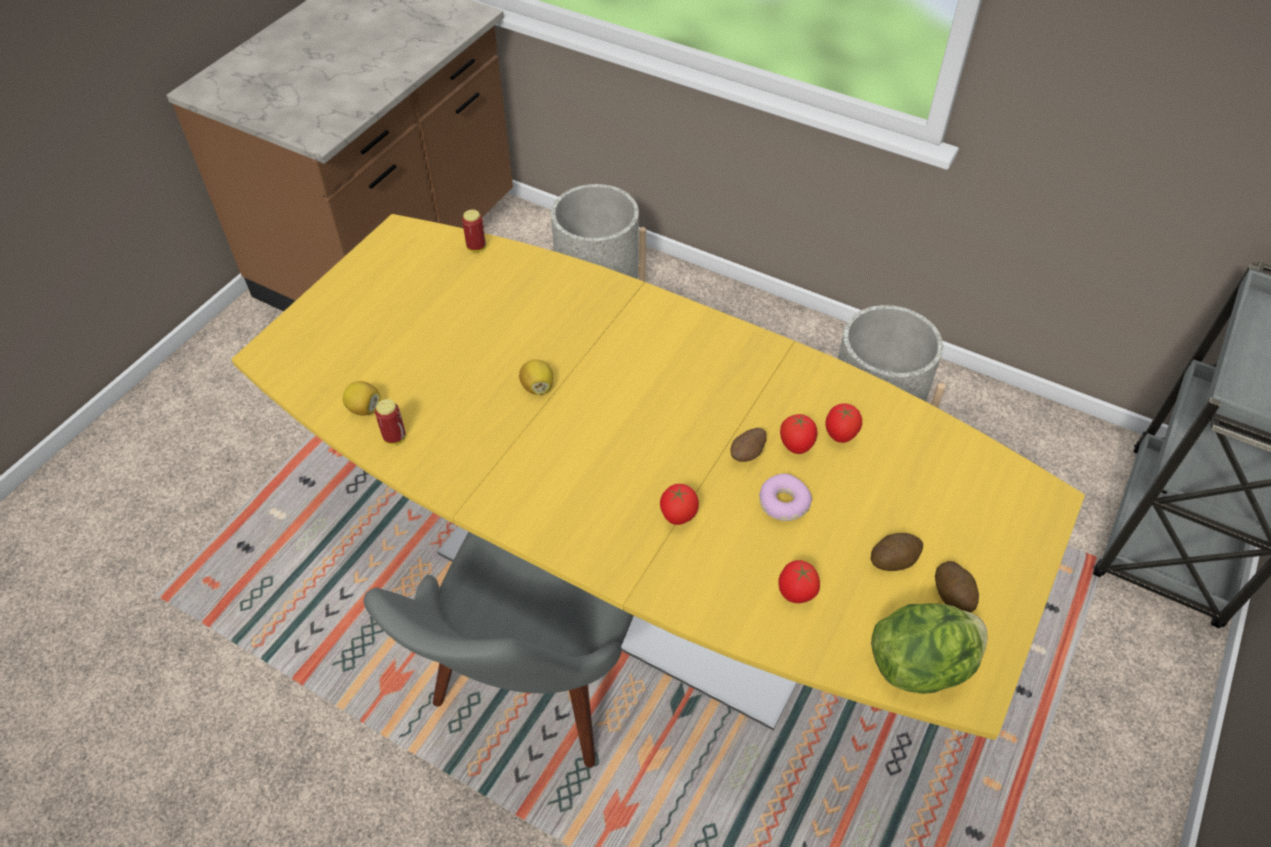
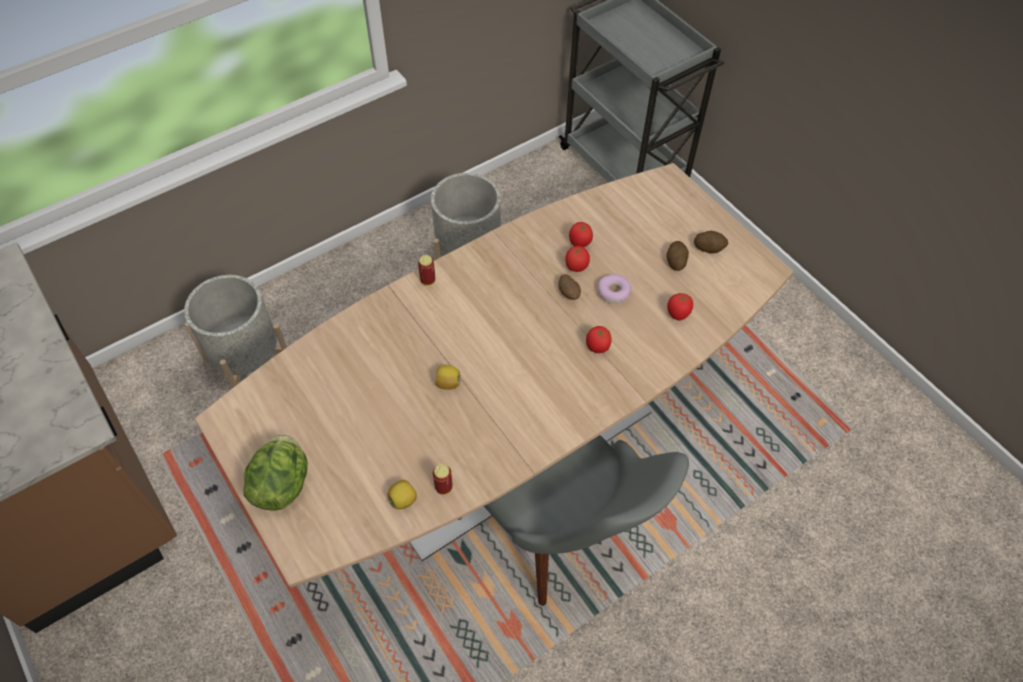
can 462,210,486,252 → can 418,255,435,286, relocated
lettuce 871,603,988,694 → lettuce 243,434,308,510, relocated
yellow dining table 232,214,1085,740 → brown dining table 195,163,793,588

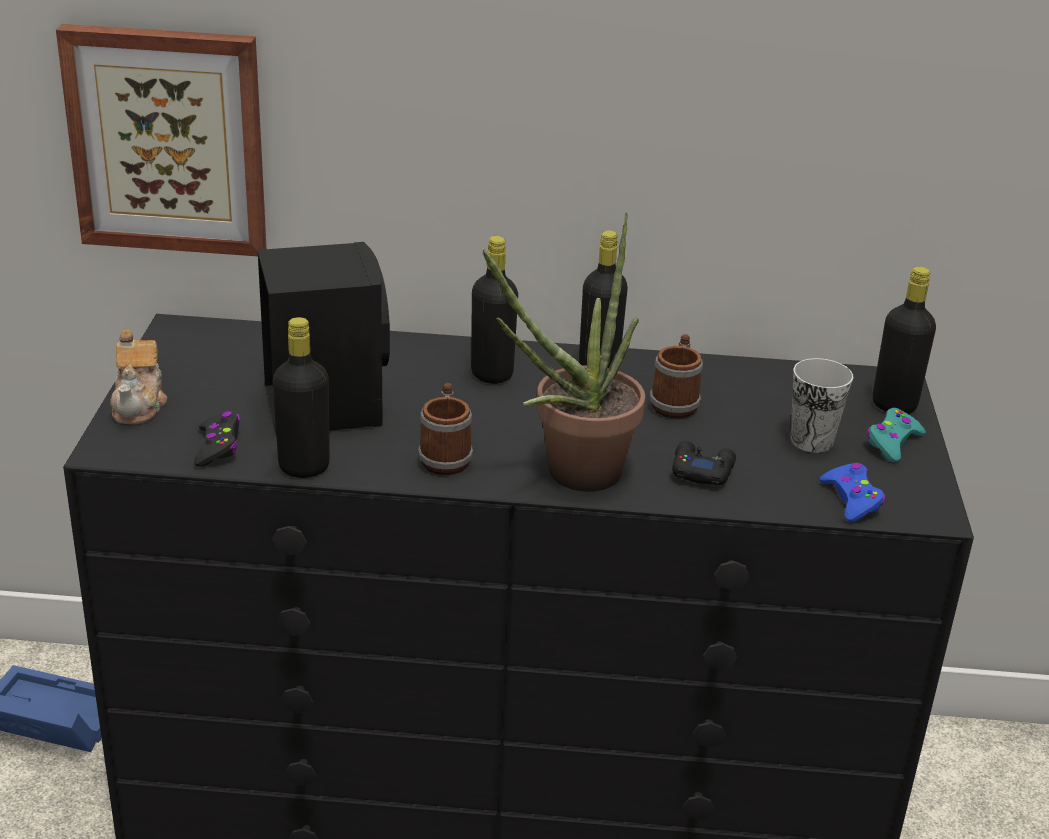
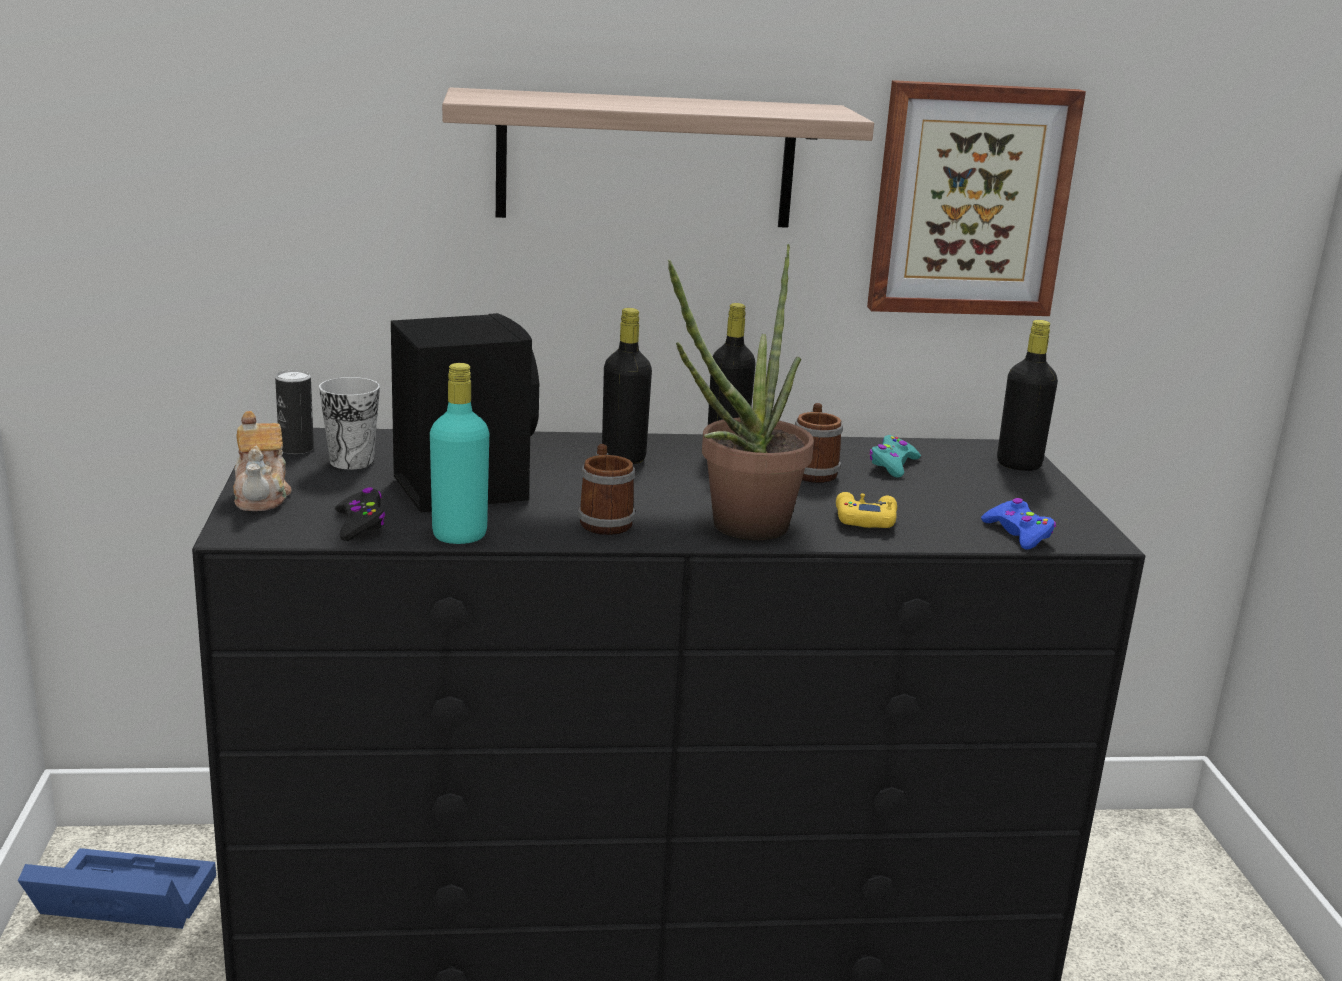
- → can 275,370,314,454
- → shelf 442,88,874,228
picture 56,24,267,256 → picture 867,80,1086,316, relocated
cup 791,358,853,453 → cup 319,377,380,469, relocated
turquoise game controller 867,408,926,462 → turquoise game controller 869,435,921,478, relocated
black bottle 273,317,330,478 → turquoise bottle 430,363,489,544
black game controller 672,441,736,485 → yellow game controller 836,492,897,528

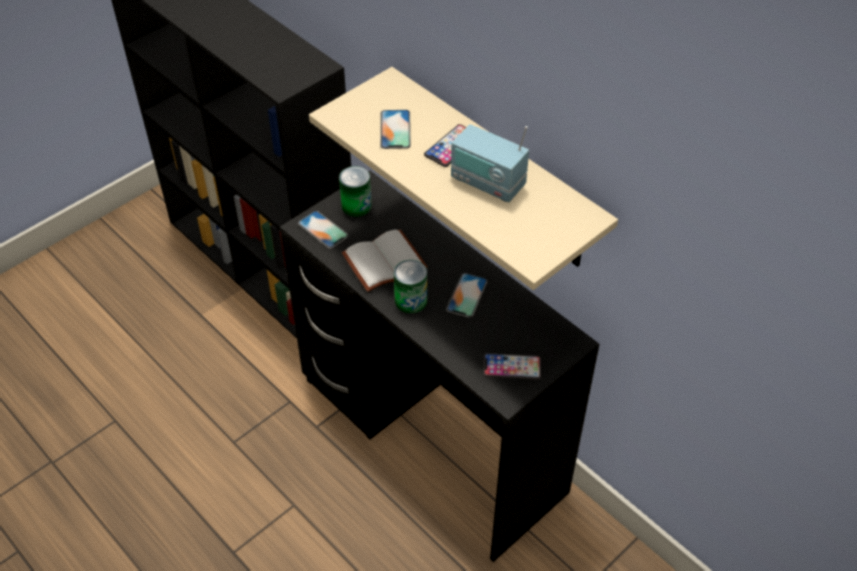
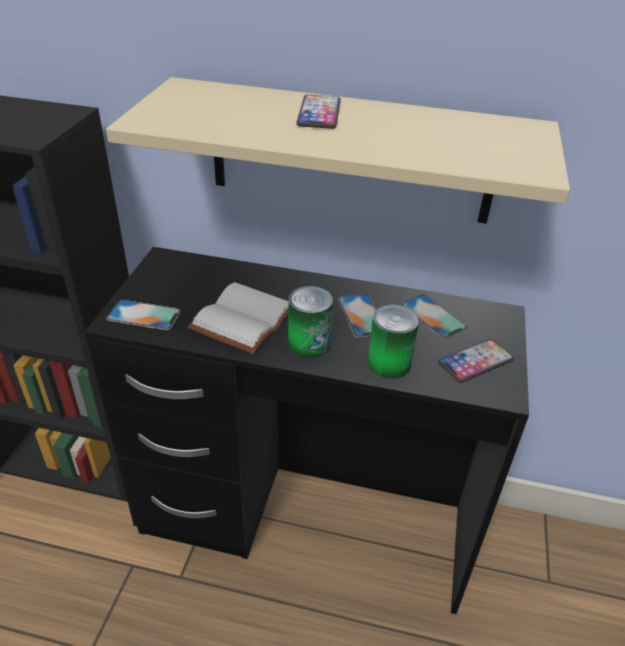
radio 451,124,529,202 → -
can 339,166,372,217 → can 368,304,419,379, relocated
phone 380,110,411,149 → phone 401,294,468,339, relocated

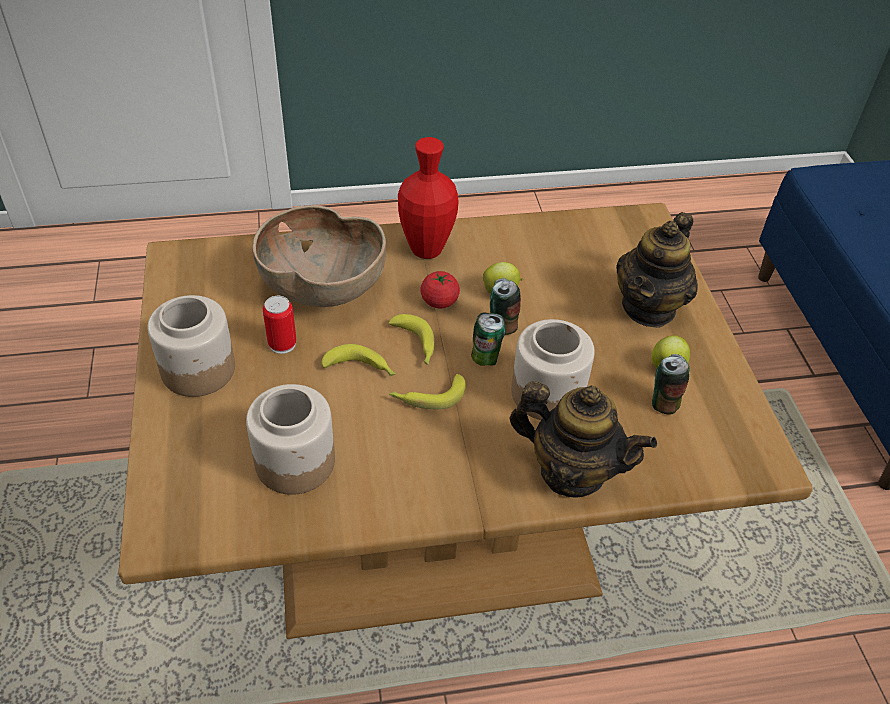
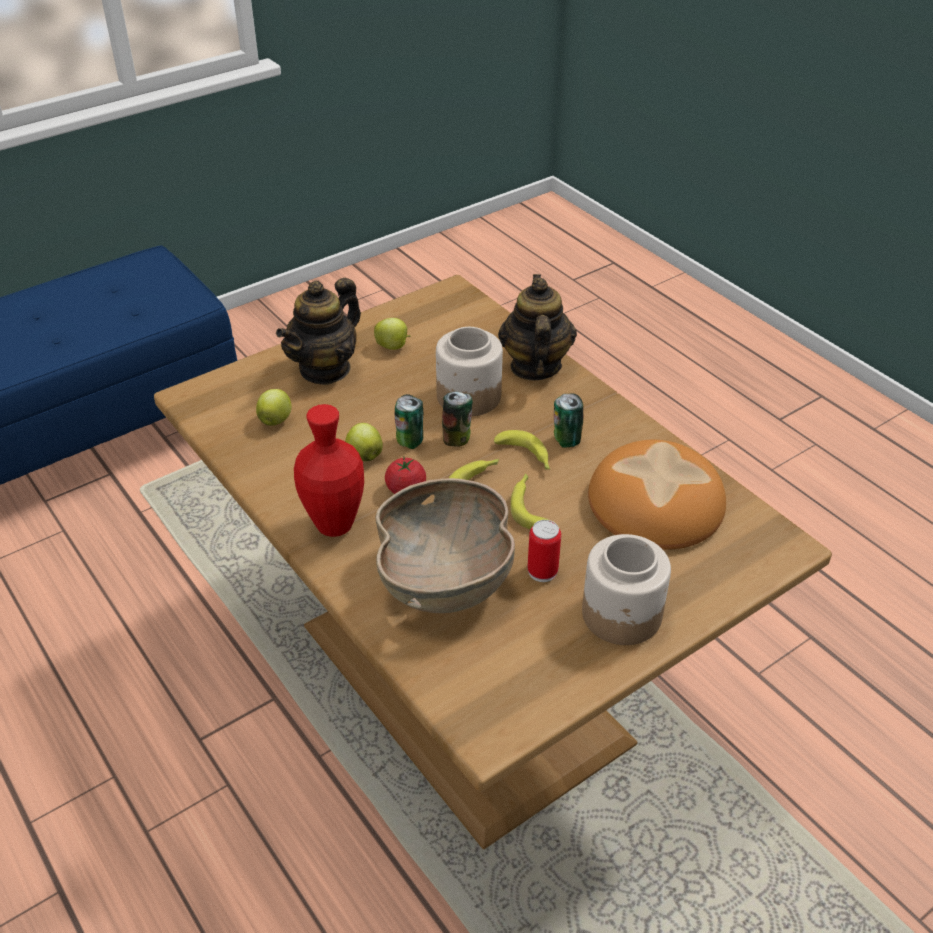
- → apple 256,389,292,426
can 652,354,690,415 → can 554,393,583,448, relocated
jar 246,384,335,495 → bread 588,440,726,550
teapot 616,212,698,328 → teapot 276,278,361,385, 120 degrees clockwise

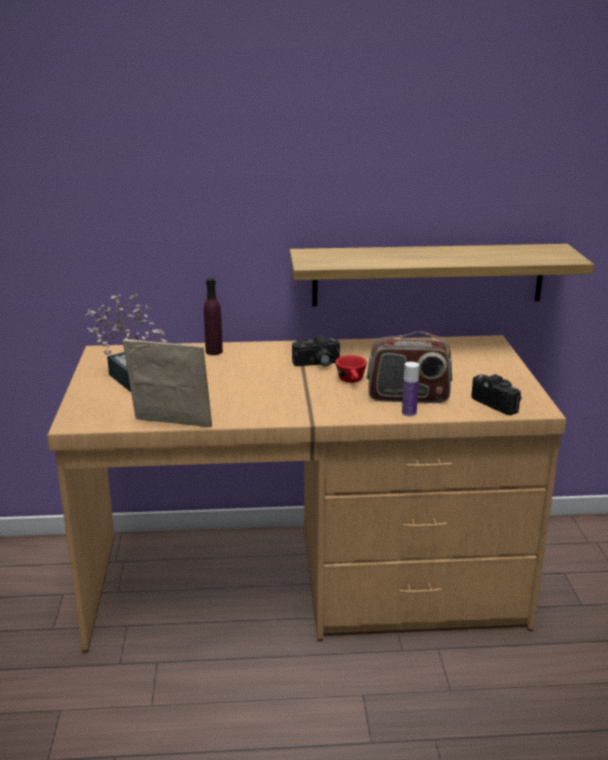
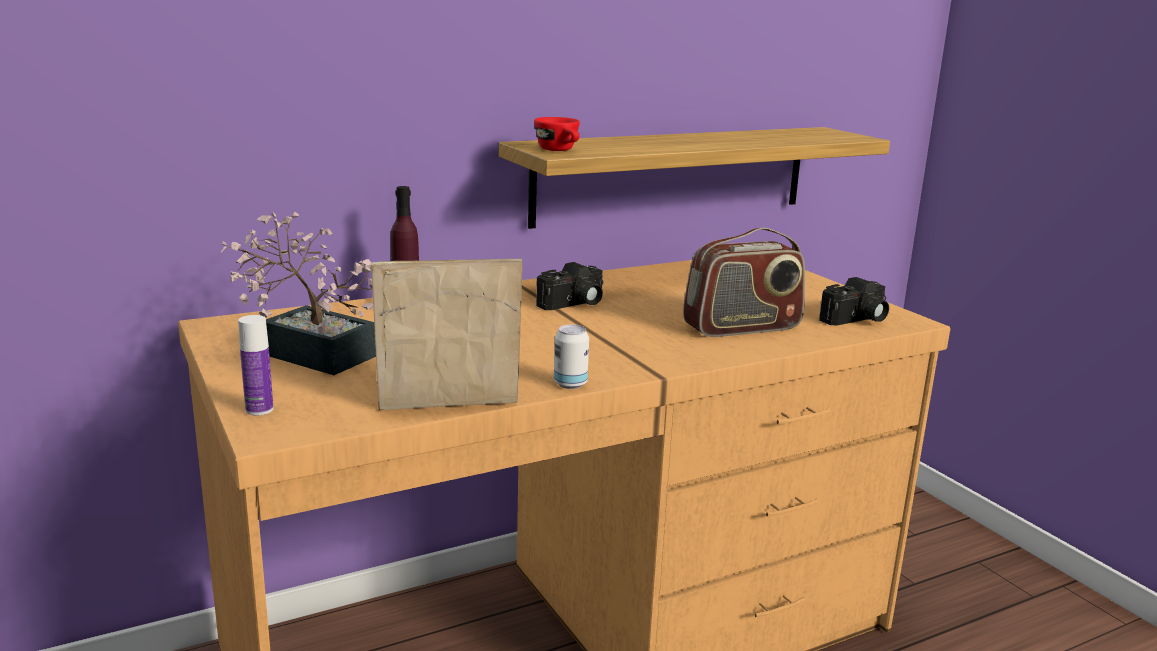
- → can 554,325,589,389
red cup 335,355,367,383 → red cup 534,117,580,151, relocated
bottle 402,362,419,416 → bottle 238,315,273,416, relocated
photo camera 471,374,522,415 → photo camera 819,277,889,325, 120 degrees clockwise

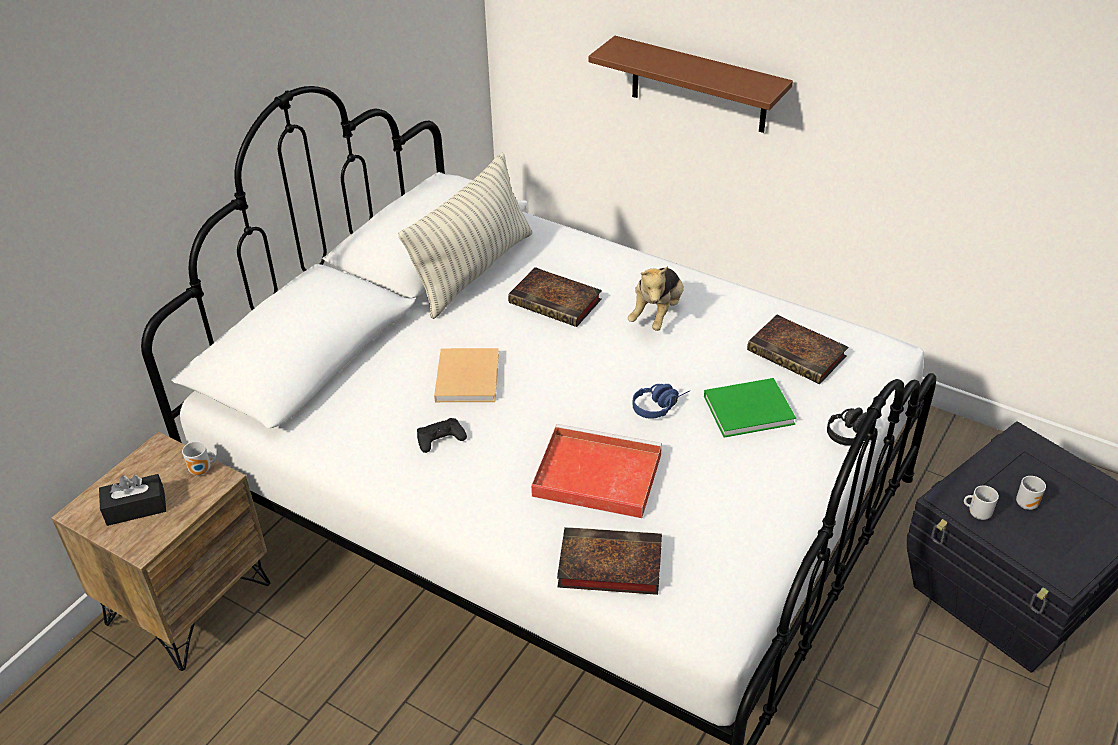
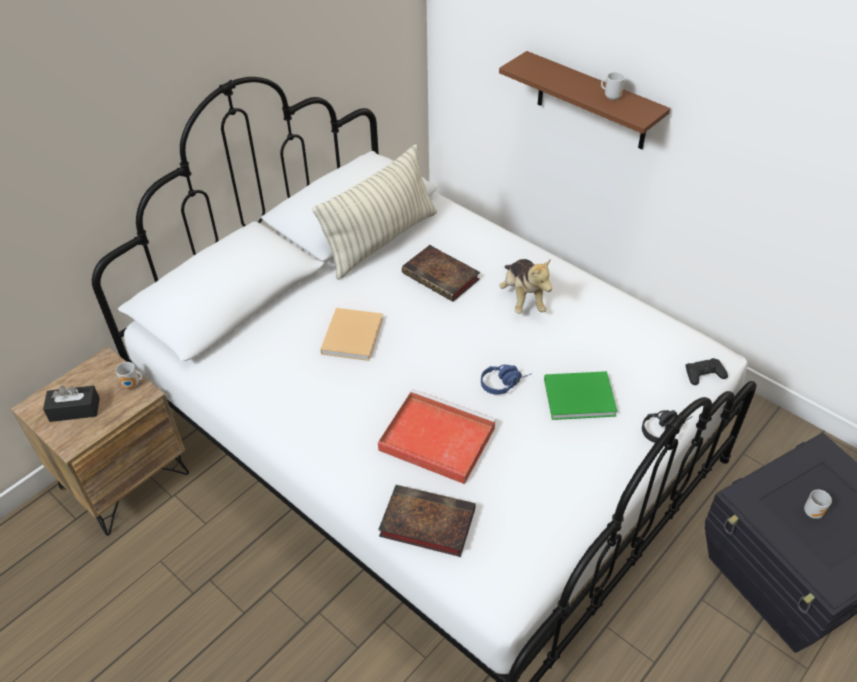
book 747,315,848,384 → -
black game controller 417,418,467,453 → black game controller 685,358,728,385, relocated
mug 964,486,999,520 → mug 601,72,625,100, relocated
plush toy 628,266,684,331 → plush toy 499,258,552,314, 45 degrees counterclockwise

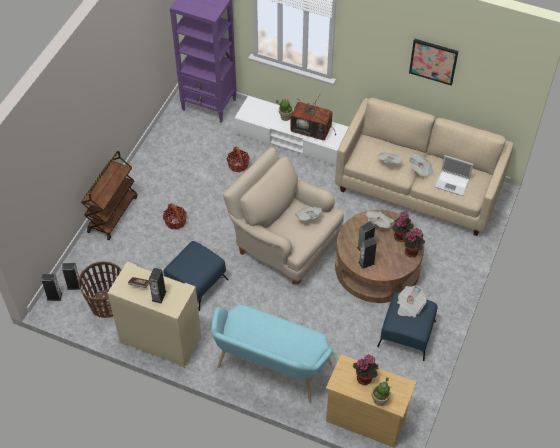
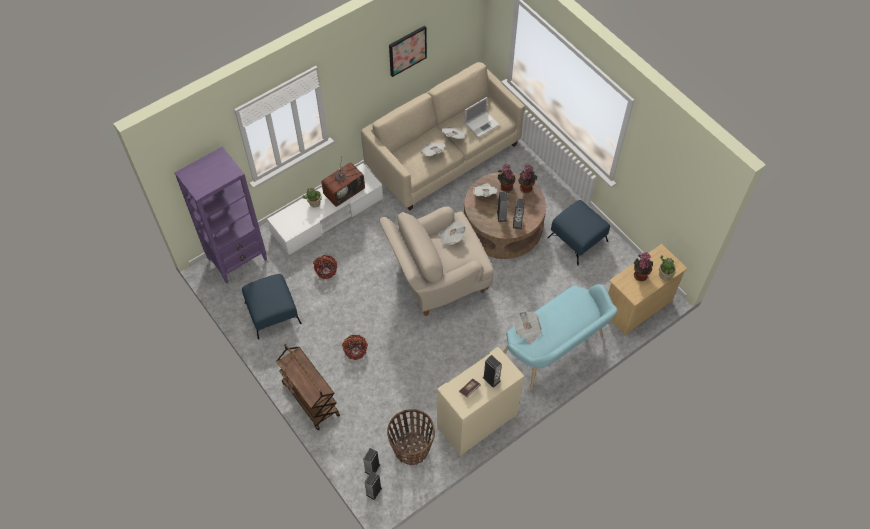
blue ottoman 163,241,229,311 → blue ottoman 242,274,302,340, relocated
newspaper 397,285,427,317 → newspaper 514,311,542,344, relocated

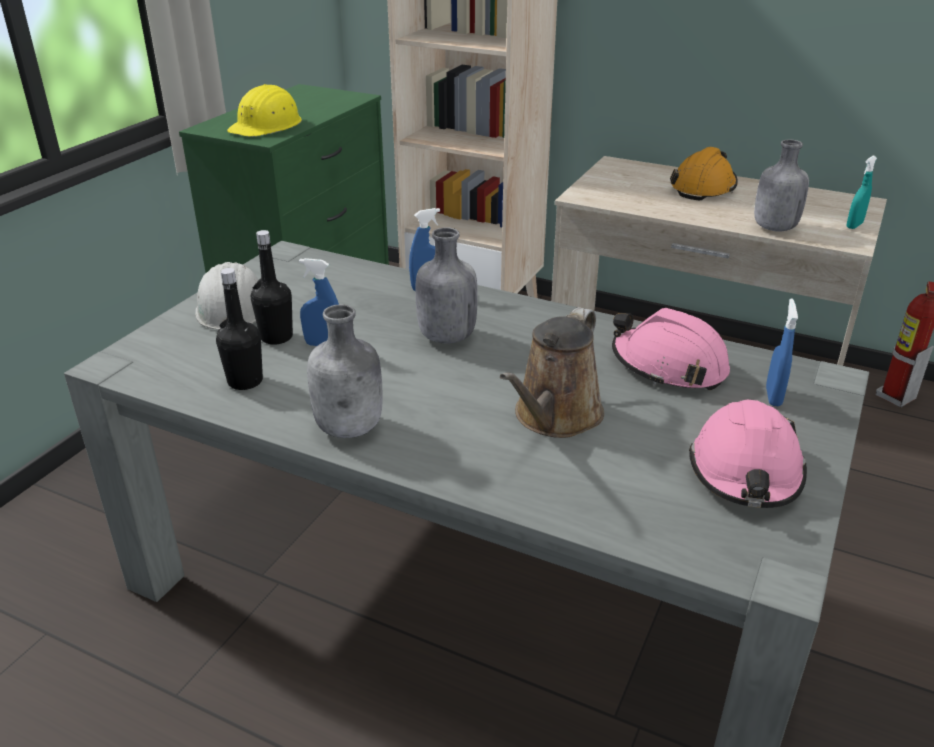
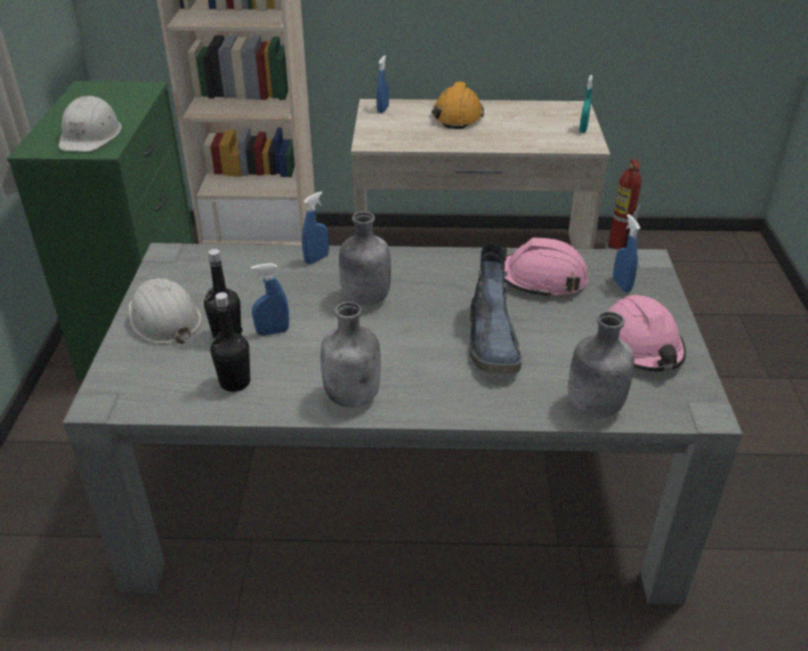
- → blue spray bottle 377,55,389,113
grey bottle 754,139,809,232 → grey bottle 568,311,634,418, relocated
brown watering can 500,307,604,438 → boot 470,244,522,373
yellow hard hat 227,84,302,137 → white hard hat 59,96,122,152

